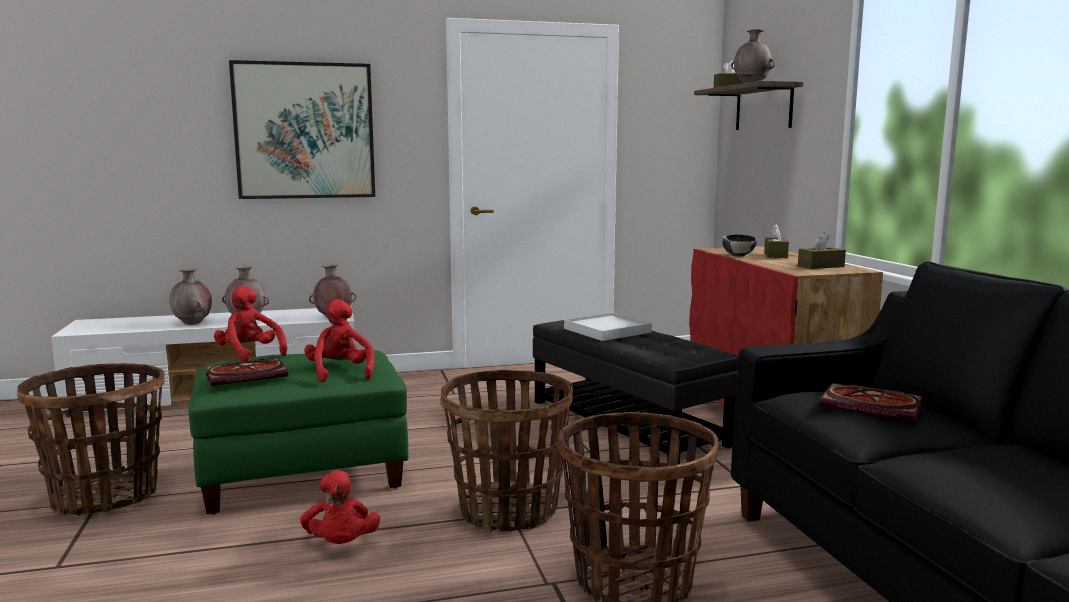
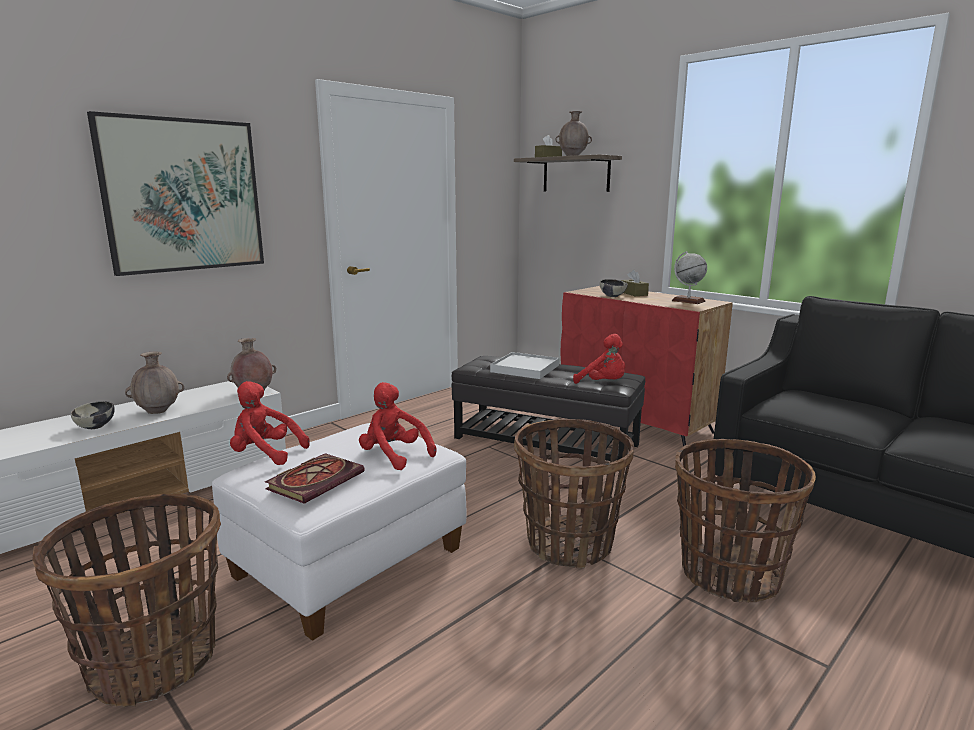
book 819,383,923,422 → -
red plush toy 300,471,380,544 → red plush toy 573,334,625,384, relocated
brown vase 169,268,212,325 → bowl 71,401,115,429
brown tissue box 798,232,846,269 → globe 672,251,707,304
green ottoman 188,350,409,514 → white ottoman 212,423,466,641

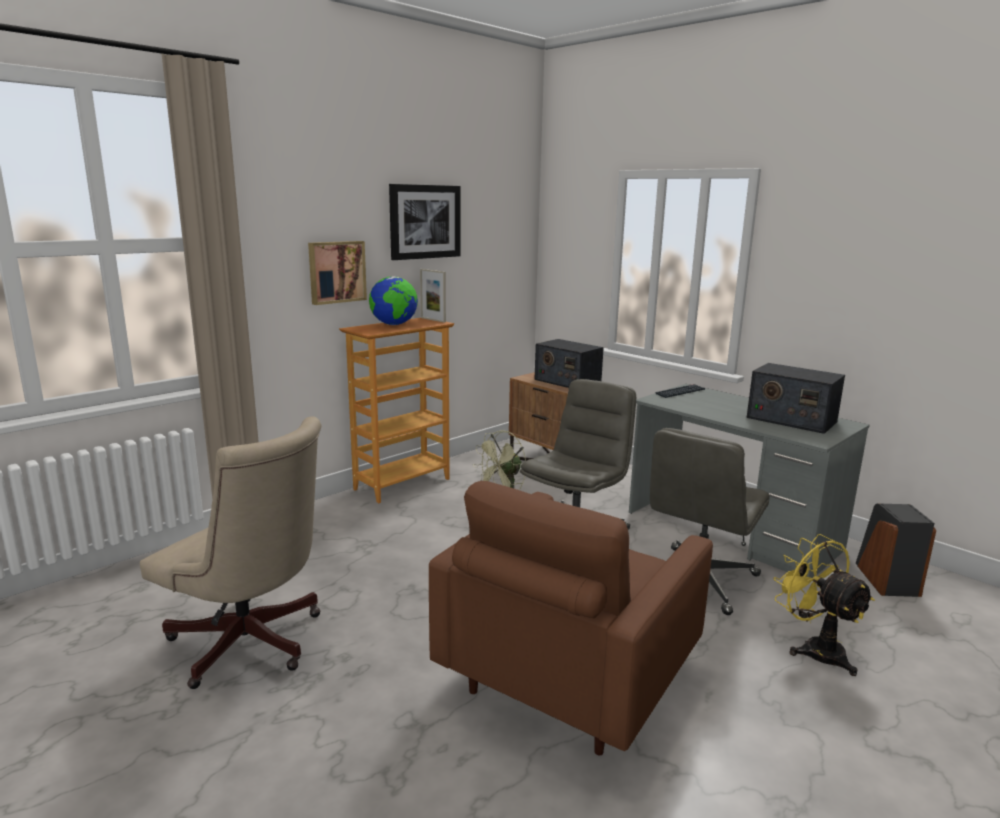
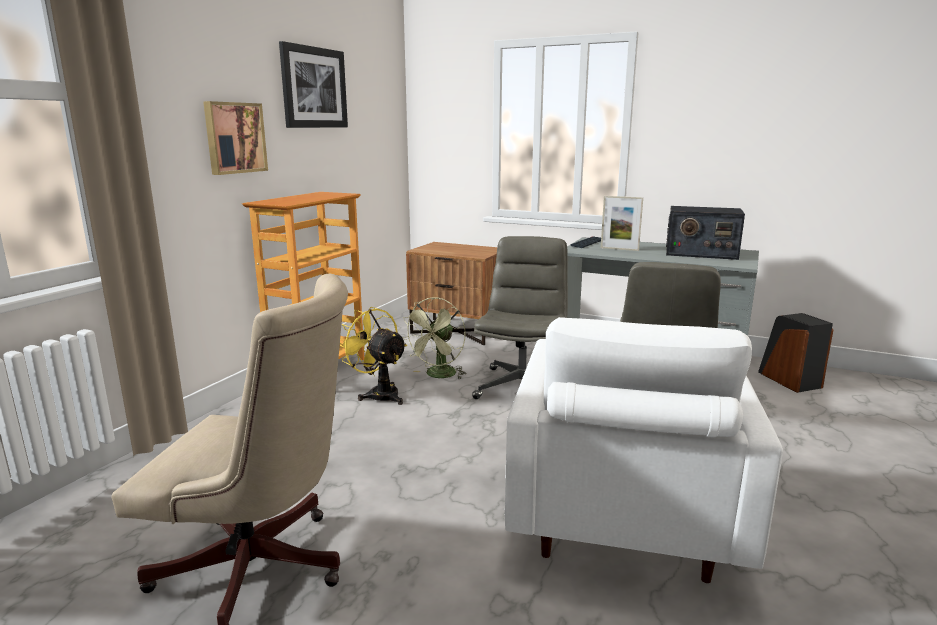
globe 369,276,418,325 → -
radio 534,339,604,388 → -
picture frame 420,269,446,323 → picture frame 601,196,643,251, relocated
yellow fan 773,534,875,676 → yellow fan 340,307,407,405, relocated
brown armchair 429,481,713,756 → white armchair 505,317,783,583

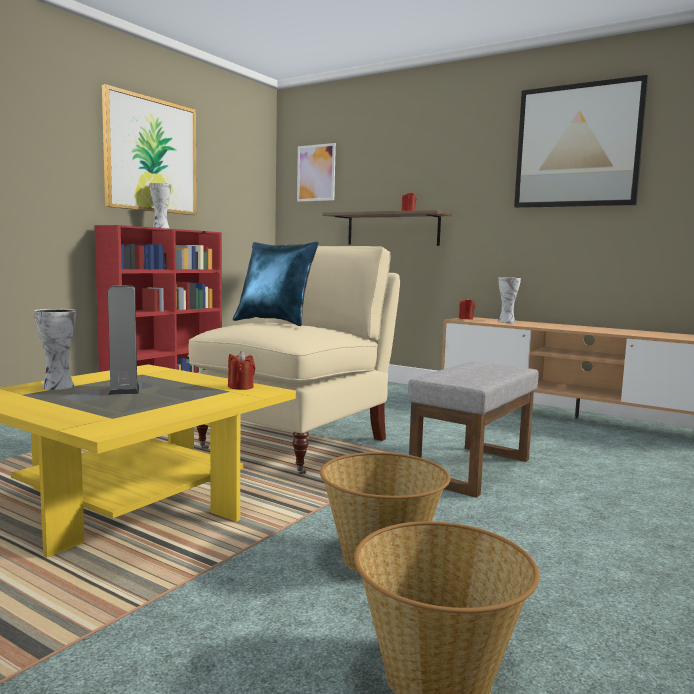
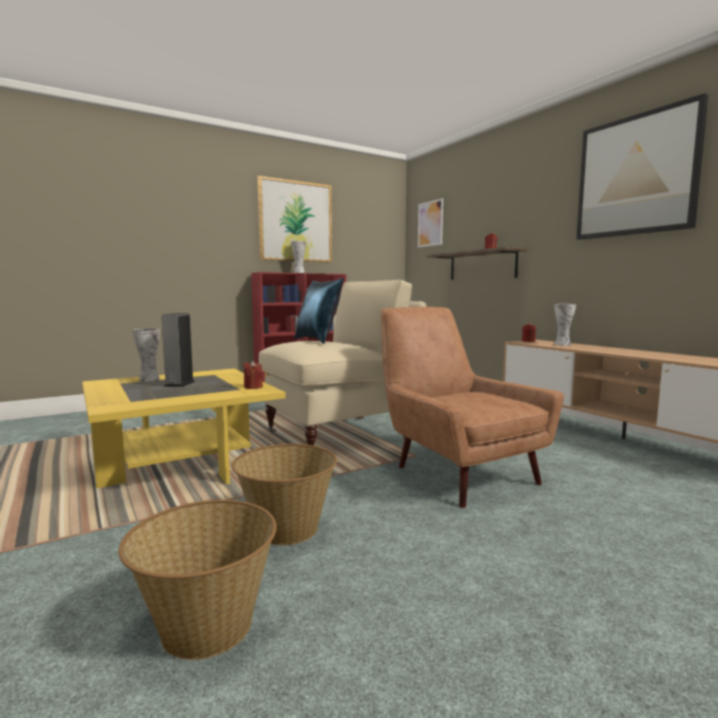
grey ottoman 408,361,539,498 → brown armchair 381,307,564,508

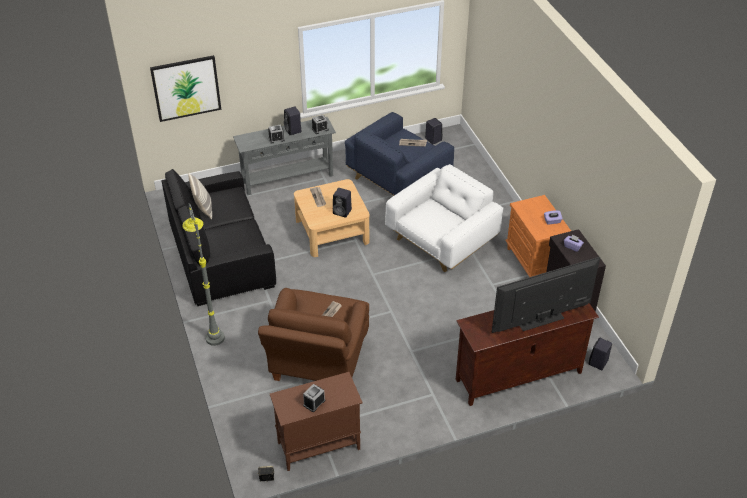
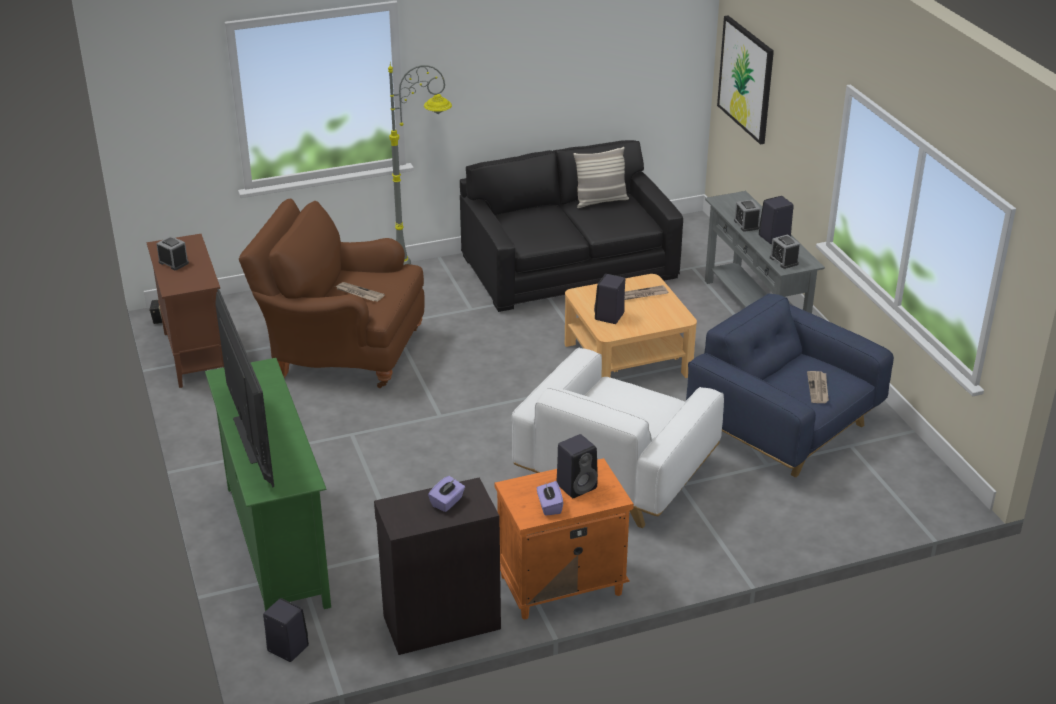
black speaker 425,118,443,145 → black speaker 556,434,598,498, relocated
brown tv stand 456,303,599,406 → green tv stand 205,358,331,611
white armchair 385,164,503,272 → white armchair 512,348,724,528, 75 degrees clockwise

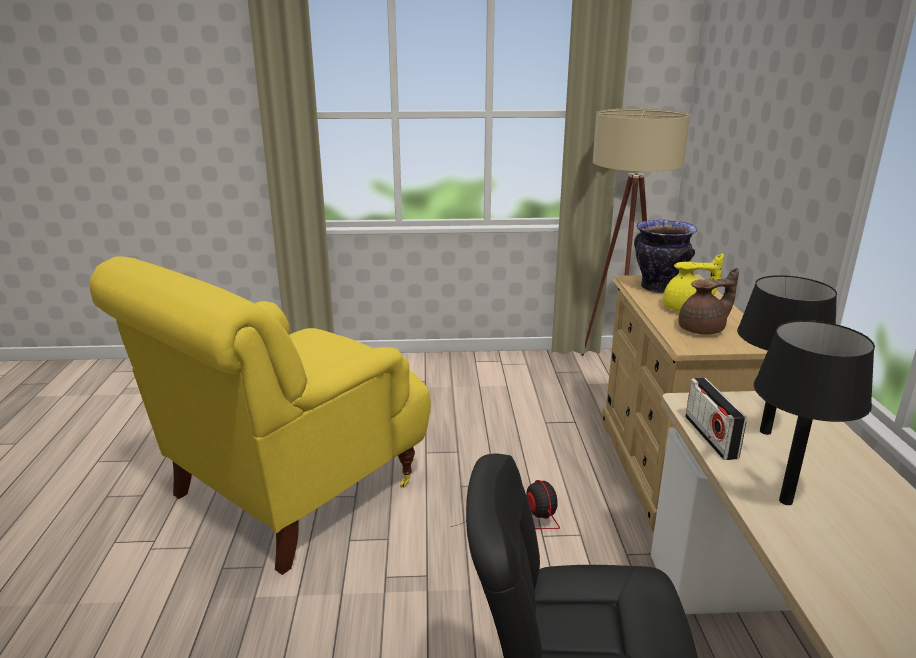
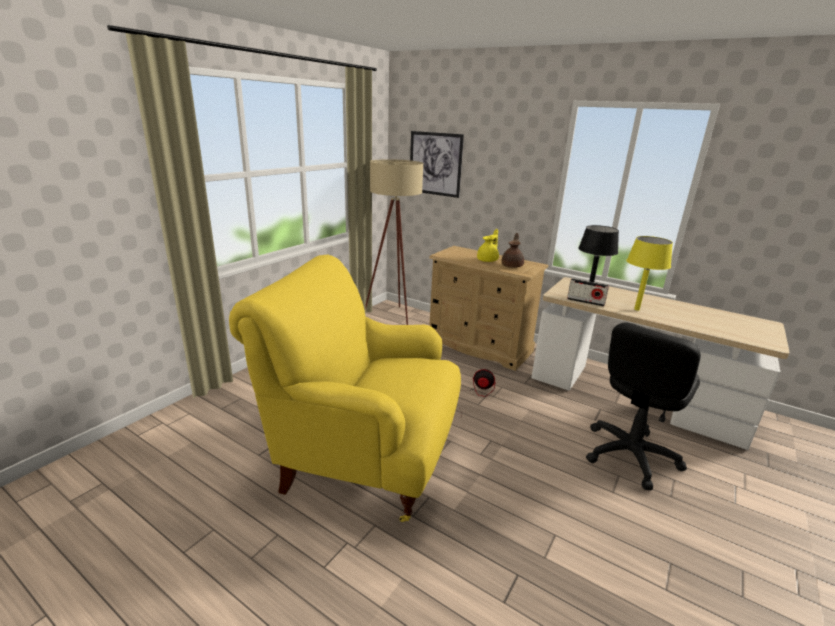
vase 634,220,698,293 → -
- → picture 410,131,464,198
black table lamp 754,320,875,505 → yellow table lamp 626,236,673,311
yellow armchair 90,256,431,575 → yellow armchair 229,255,461,522, 120 degrees clockwise

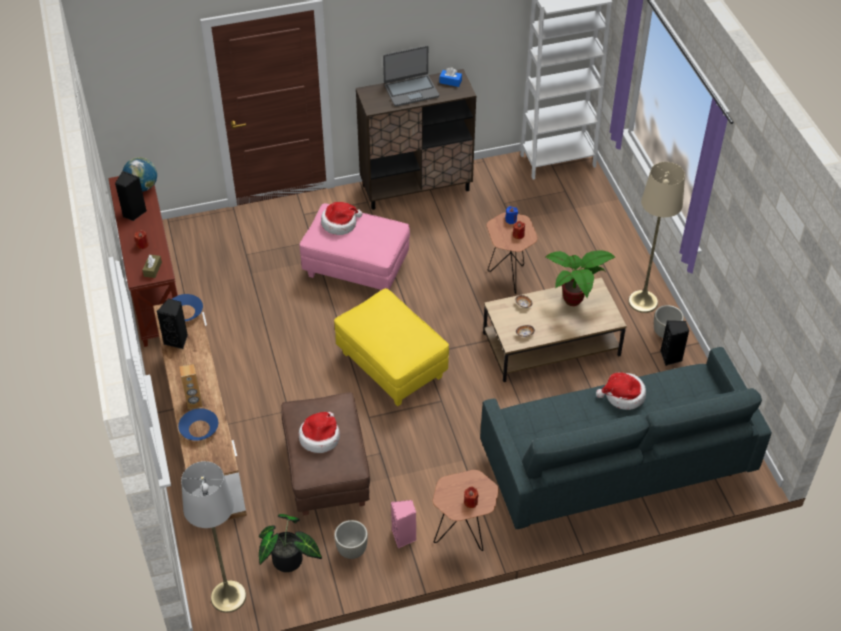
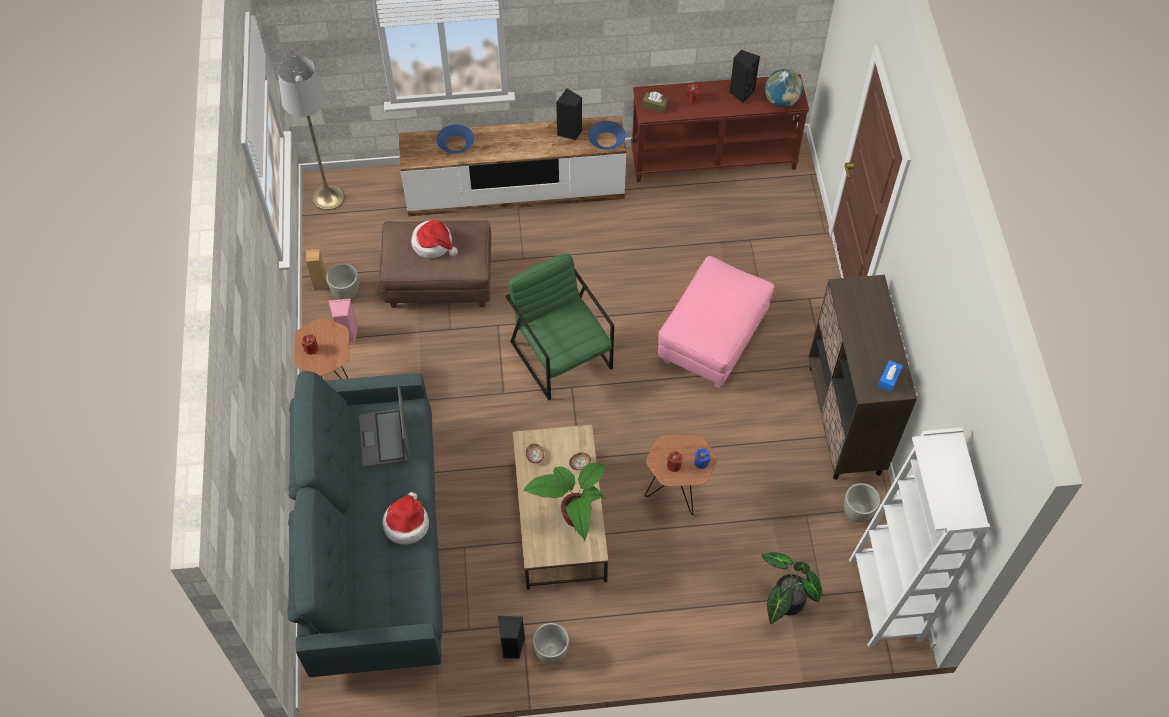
hat 321,202,363,235 → -
beige floor lamp 628,162,685,313 → -
- → grey planter 844,483,880,523
brown speaker 179,364,203,410 → brown speaker 306,249,328,291, relocated
potted plant 259,514,322,572 → potted plant 761,552,822,624, relocated
laptop 383,46,439,107 → laptop 359,387,410,467, relocated
yellow ottoman 334,288,449,406 → green armchair 505,253,614,400

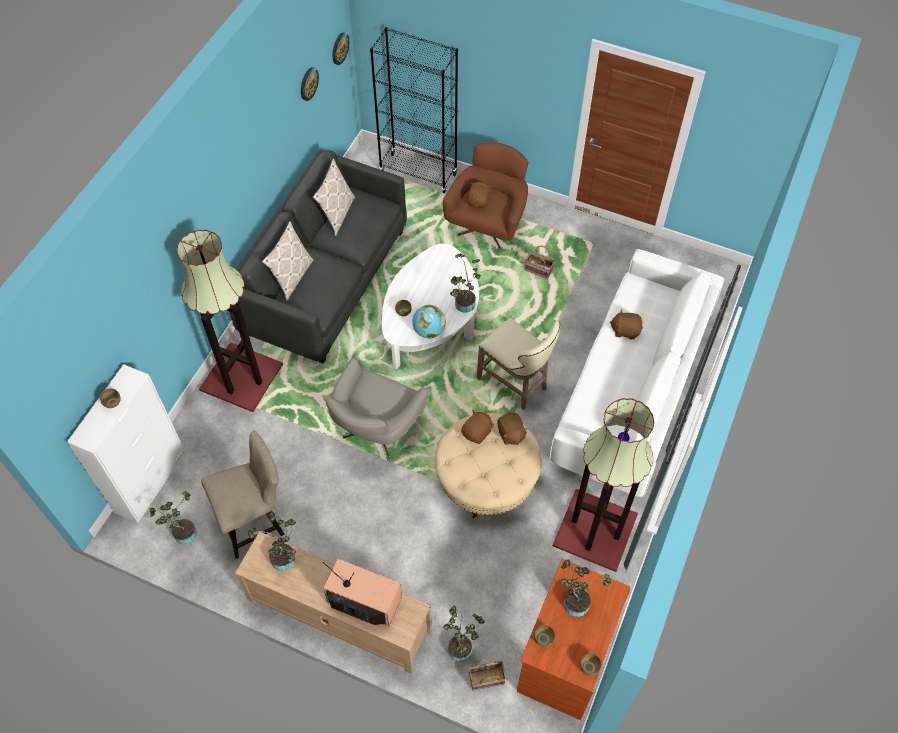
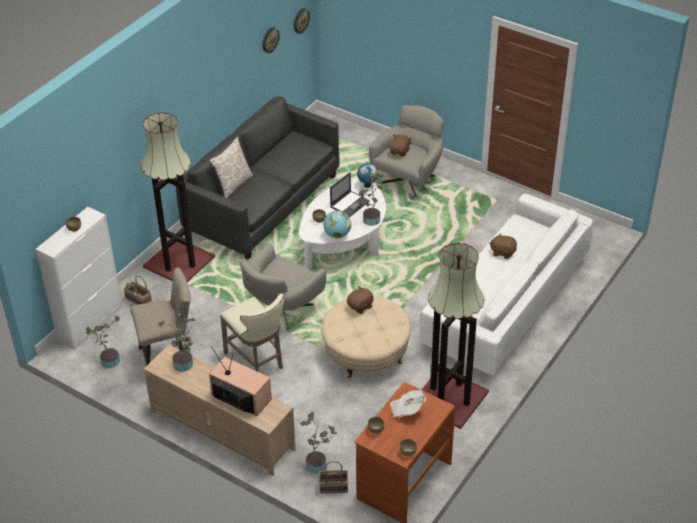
pillow 312,159,355,236 → -
black bookcase 370,27,458,193 → -
brown plush toy 497,413,528,445 → -
- → laptop 330,172,370,217
- → globe 357,163,378,188
beige stool 477,318,560,410 → beige stool 220,294,284,372, relocated
basket 524,246,555,279 → basket 123,276,152,305, relocated
potted plant 560,559,611,617 → newspaper 390,390,426,417
brown armchair 443,142,528,250 → grey armchair 369,105,444,197

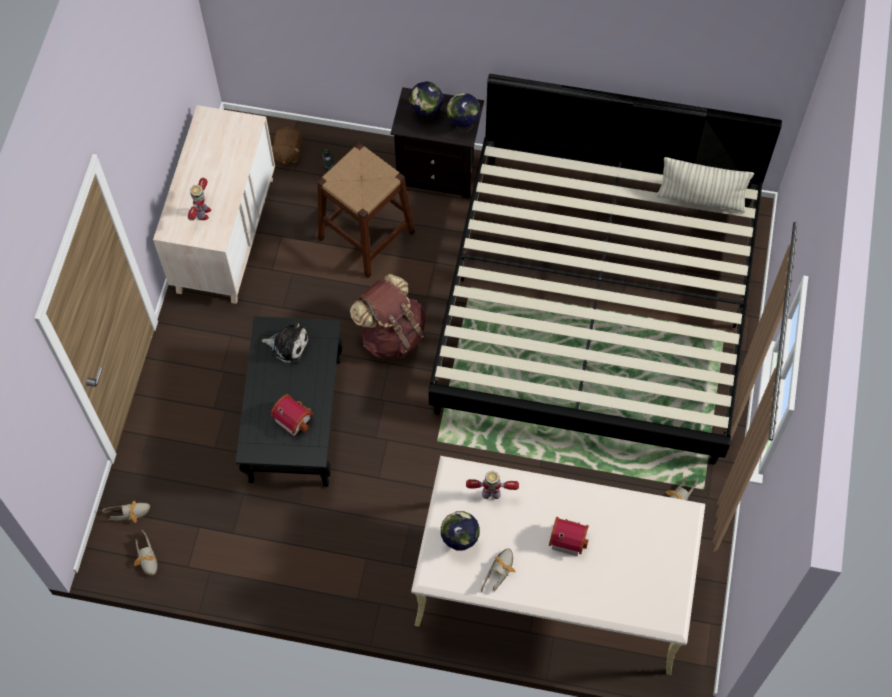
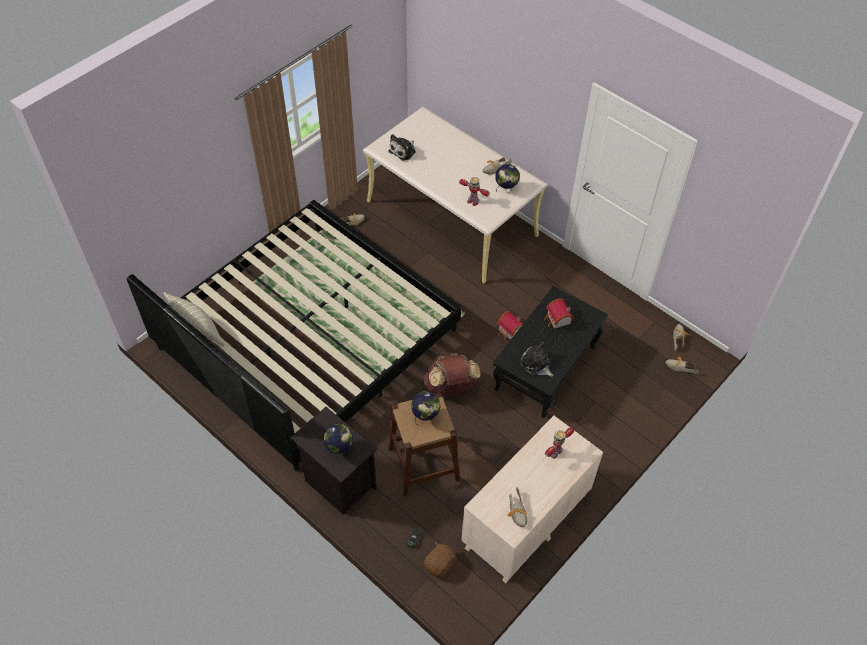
- → plush toy 388,134,416,161
- → shoe 507,487,527,527
globe 446,93,480,132 → globe 411,391,441,425, relocated
toy house 549,517,589,556 → toy house 497,311,524,340, relocated

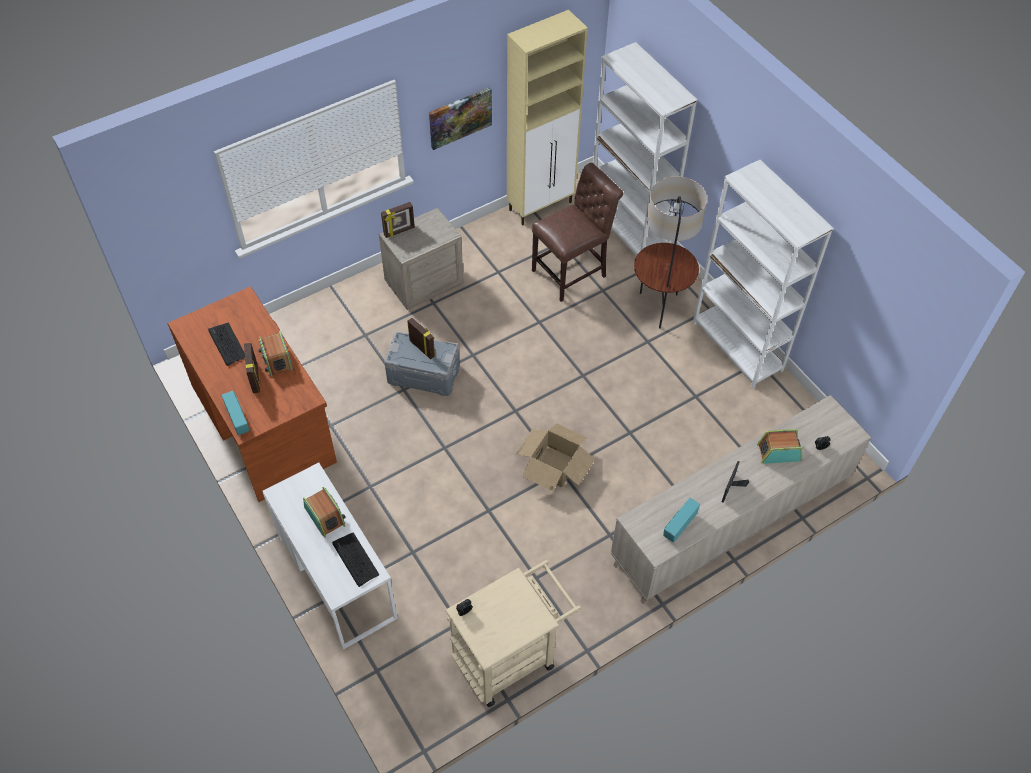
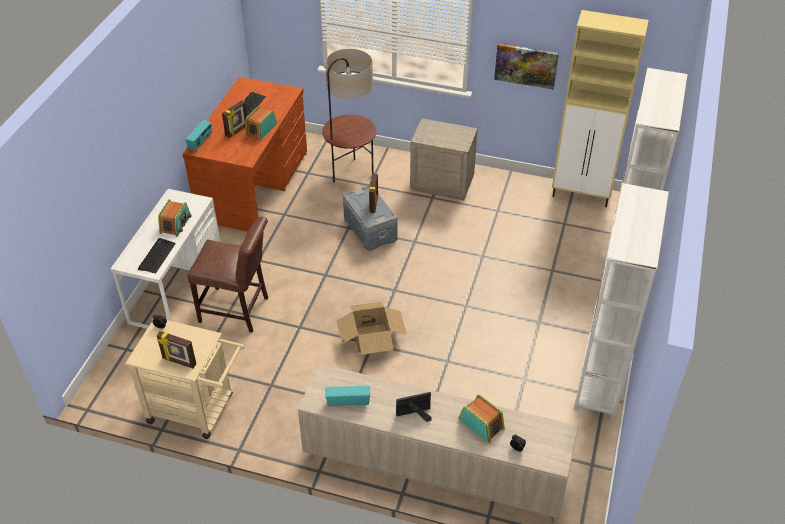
picture frame 381,202,415,238 → picture frame 157,331,196,368, relocated
brown chair 532,163,623,302 → brown chair 187,217,268,332, relocated
floor lamp 634,176,707,329 → floor lamp 322,49,376,182, relocated

